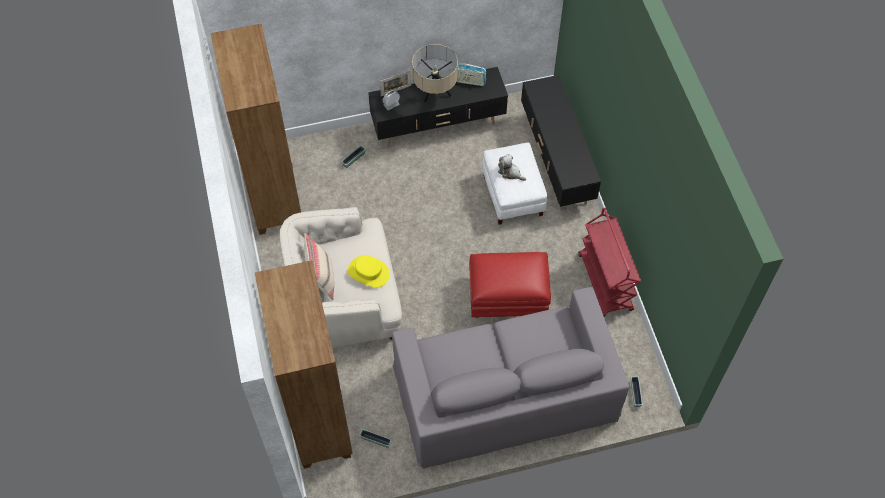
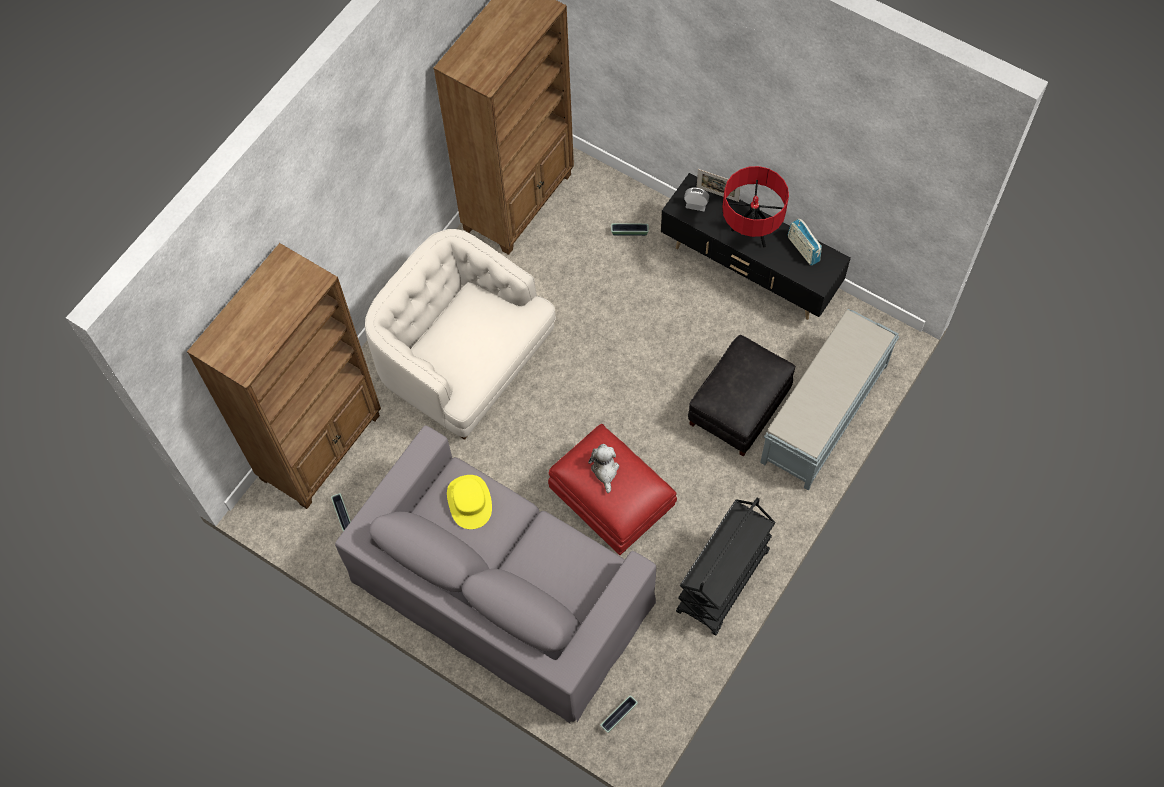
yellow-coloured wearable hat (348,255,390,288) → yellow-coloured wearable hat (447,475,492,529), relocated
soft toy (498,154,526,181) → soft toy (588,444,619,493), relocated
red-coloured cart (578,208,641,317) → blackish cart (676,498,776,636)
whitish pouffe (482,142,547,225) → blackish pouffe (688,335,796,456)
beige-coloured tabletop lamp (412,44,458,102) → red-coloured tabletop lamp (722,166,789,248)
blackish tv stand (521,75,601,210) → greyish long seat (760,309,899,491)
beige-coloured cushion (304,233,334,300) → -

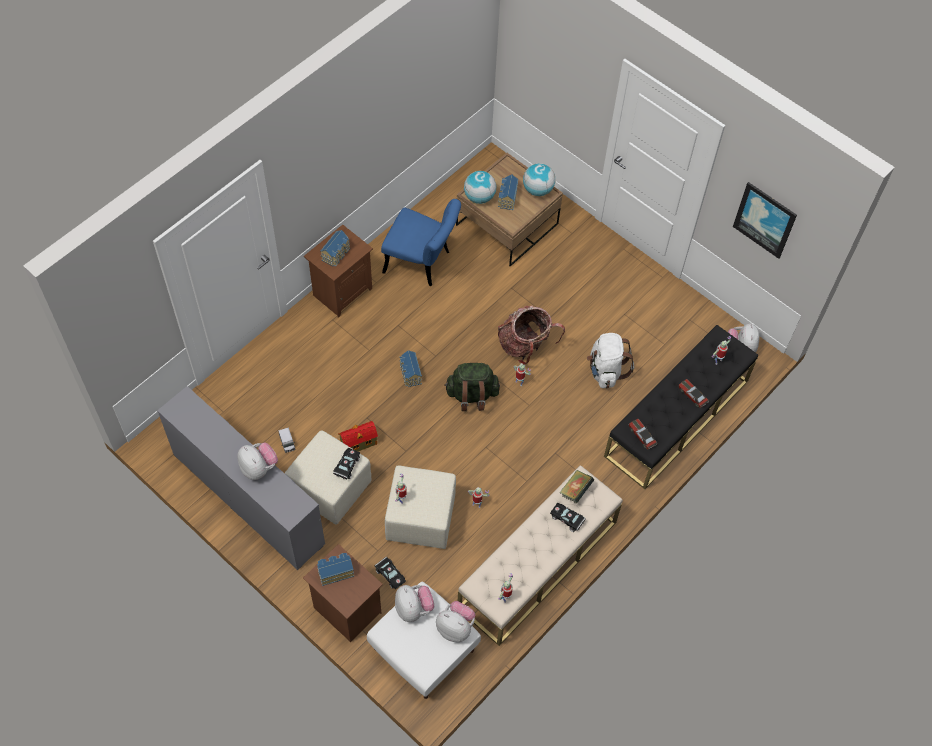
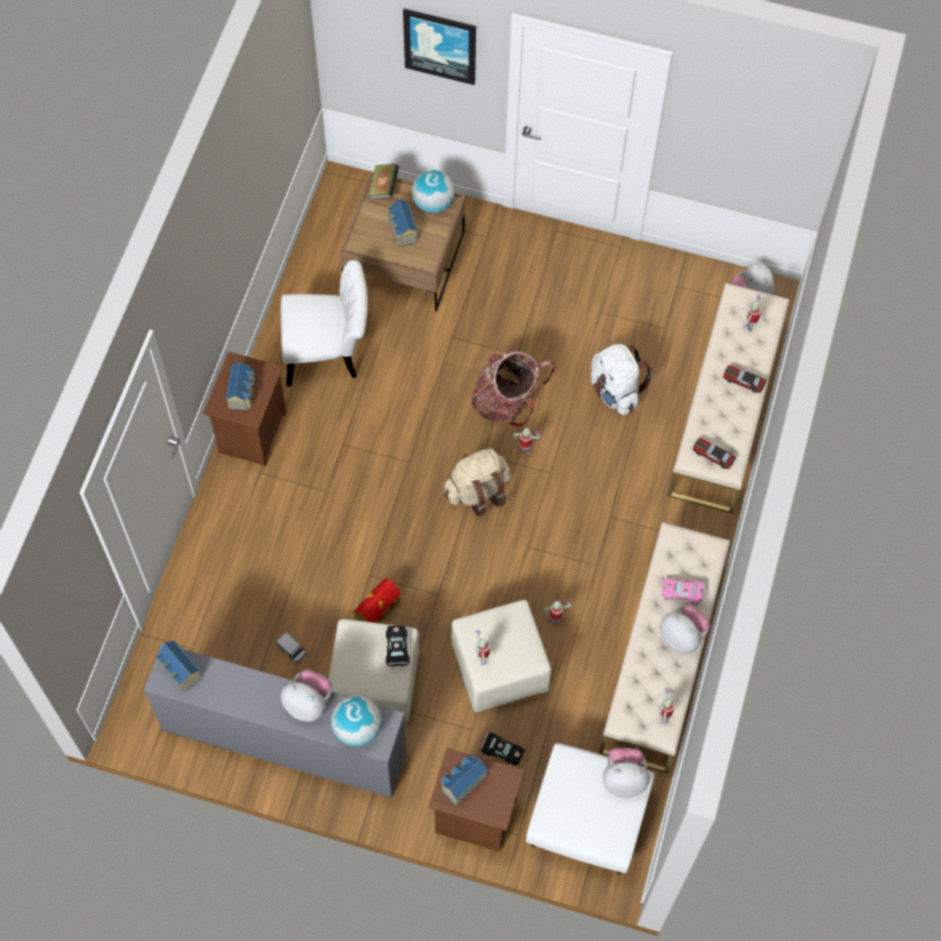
miniature house (399,350,422,387) → miniature house (156,640,203,692), relocated
blue chair (381,199,461,286) → whitish chair (281,260,368,387)
desk globe (464,171,497,204) → desk globe (331,695,382,746), relocated
bound book (560,470,594,503) → bound book (369,164,399,199), relocated
wall art (733,182,797,259) → wall art (403,9,476,85), relocated
green backpack (444,363,500,411) → beige-coloured backpack (444,449,511,517)
soft toy (395,585,434,622) → soft toy (660,605,710,654), relocated
blackish miniature car (550,503,586,532) → pinkish miniature car (661,578,705,605)
blackish long seat (604,325,758,489) → beige-coloured long seat (667,283,790,514)

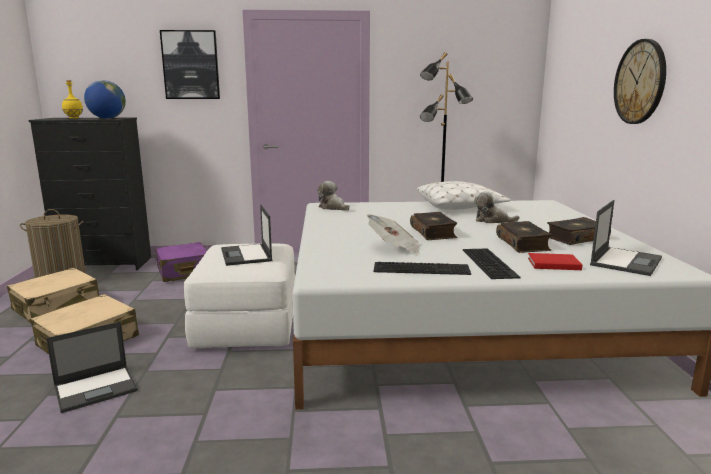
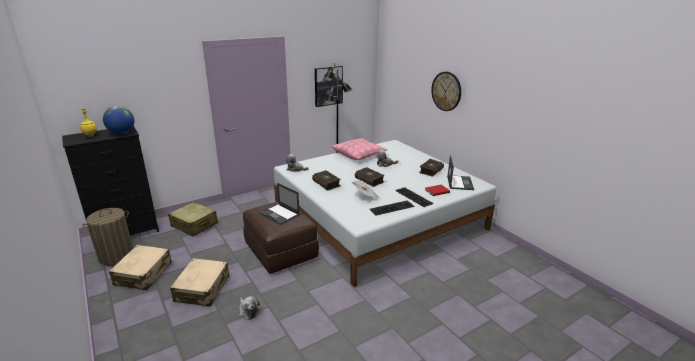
purple-coloured piece of luggage (155,242,207,282) → beige-coloured piece of luggage (168,202,218,236)
laptop (46,322,138,413) → soft toy (239,296,260,320)
whitish pouffe (184,243,295,348) → brown-coloured pouffe (243,202,319,274)
bound book (496,221,552,253) → bound book (312,170,341,191), relocated
wall art (160,30,220,99) → wall art (315,66,343,107), relocated
whitish cushion (417,181,511,210) → pinkish cushion (331,138,387,160)

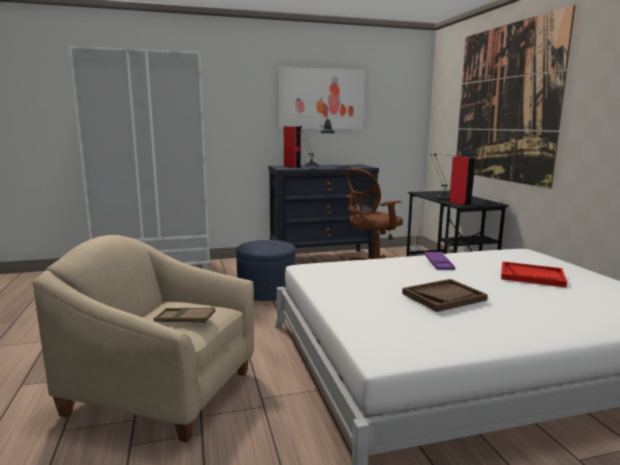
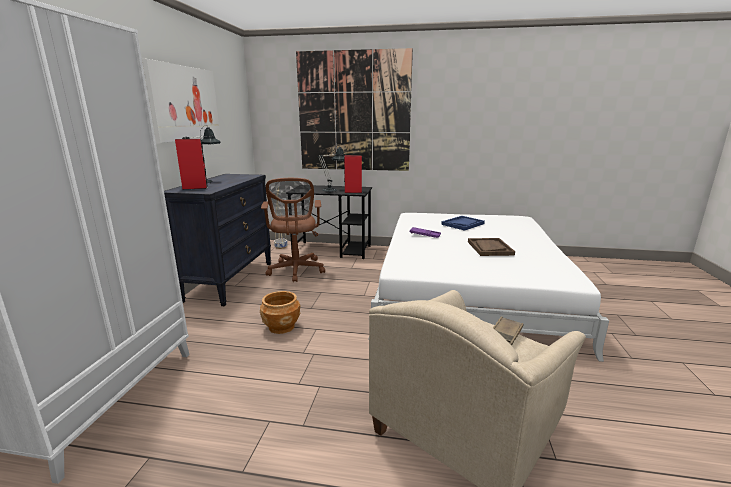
blue pouffe (236,240,296,301) → brown-coloured flower pot (260,291,301,334)
red-coloured tray (501,261,567,287) → blue tray (441,216,485,231)

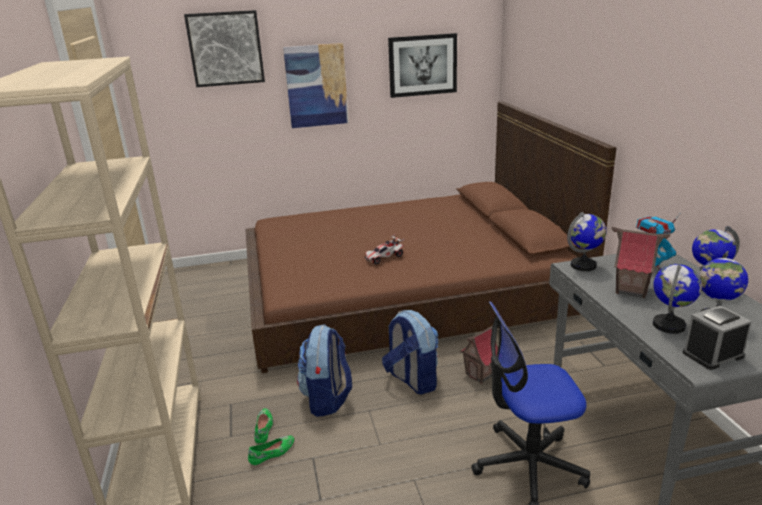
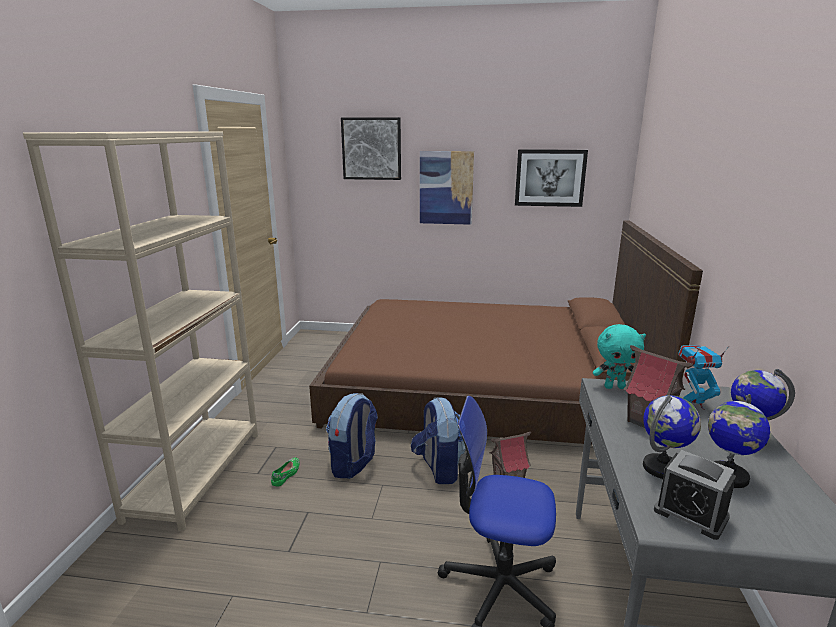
desk globe (567,212,607,271) → turquoise soft toy (593,324,646,389)
bedside clock (682,305,752,370) → bedside clock (654,450,736,540), 135 degrees counterclockwise
green shoe (248,436,294,465) → -
miniature car (364,234,405,265) → -

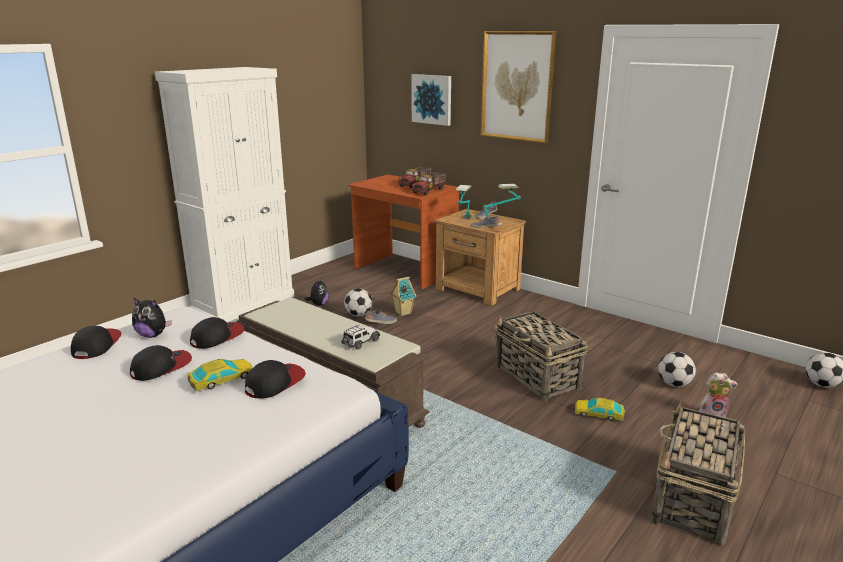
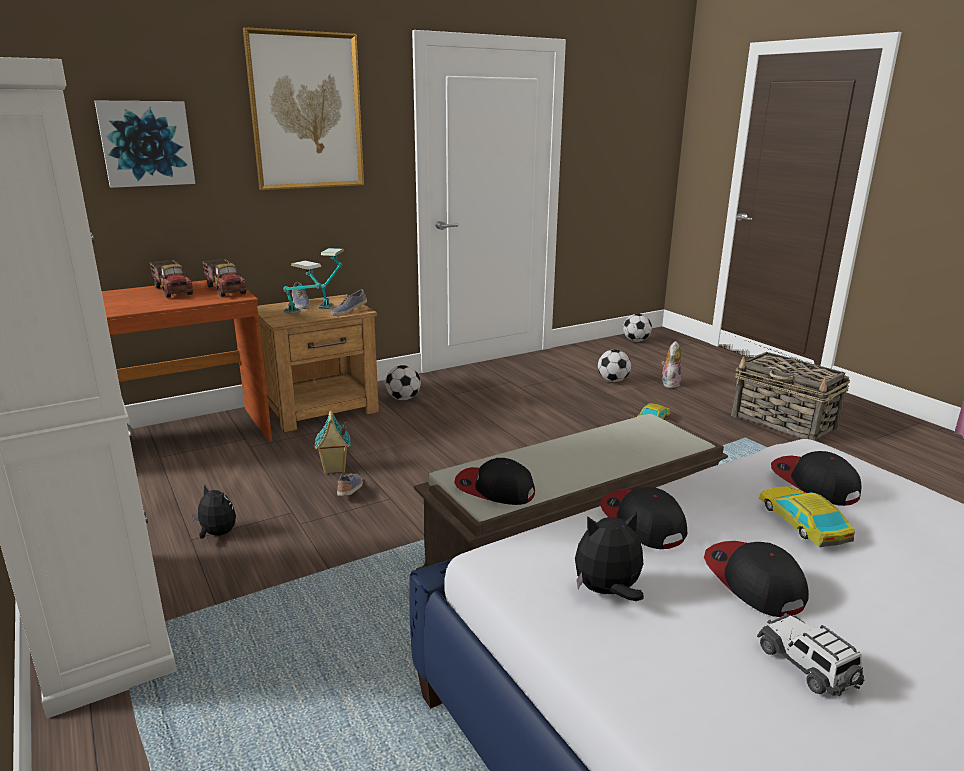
ball for football (344,288,372,316) → ball for football (385,365,421,400), relocated
peaked cap (71,326,121,359) → peaked cap (454,458,535,505), relocated
soft toy (132,297,172,338) → soft toy (575,512,644,601), 135 degrees counterclockwise
miniature car (342,325,380,350) → miniature car (757,613,864,696), relocated
household basket (495,311,588,402) → -

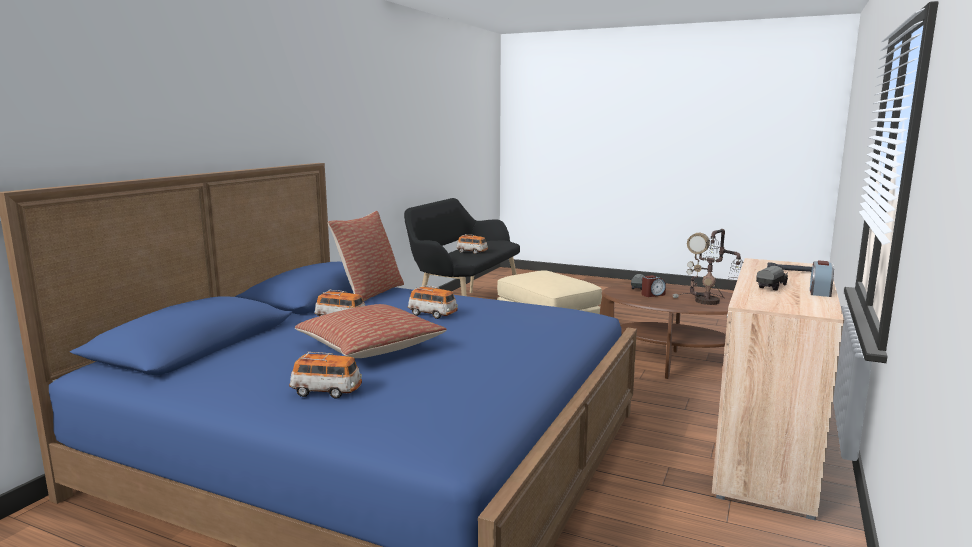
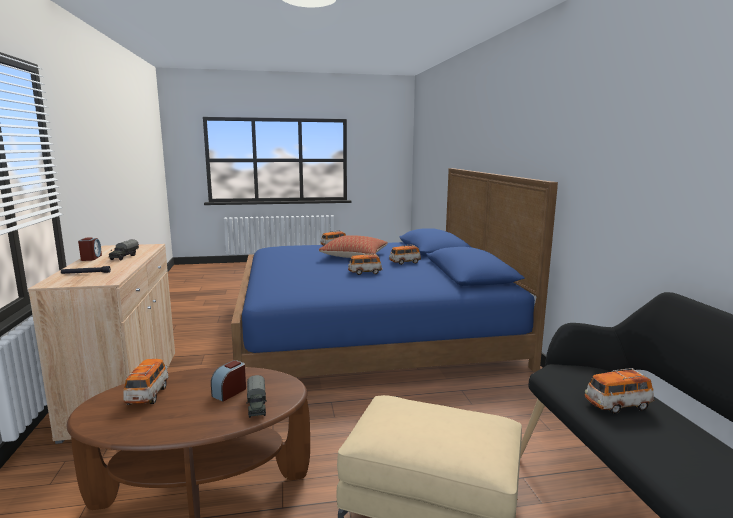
tabletop lamp (673,229,742,305) → miniature car (123,359,169,405)
cushion (328,211,404,302) → -

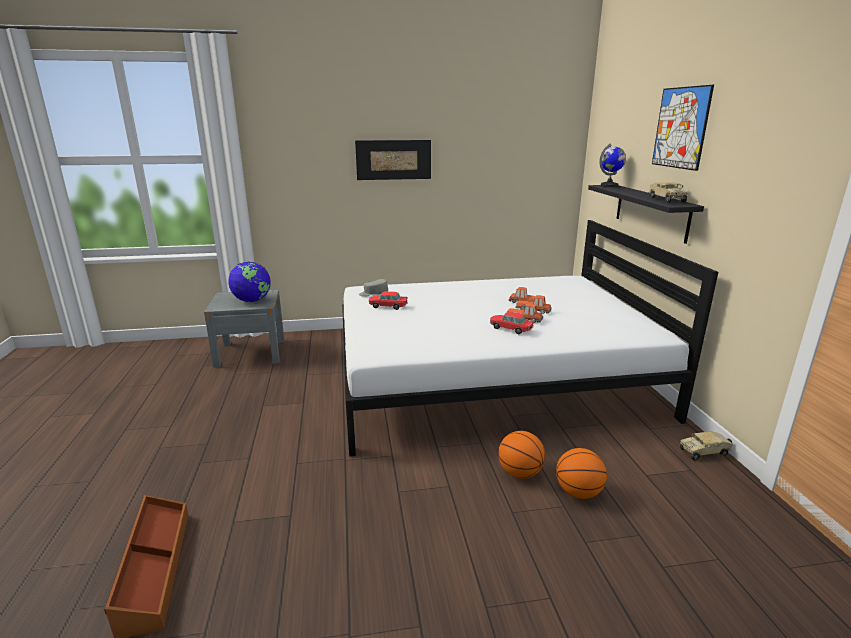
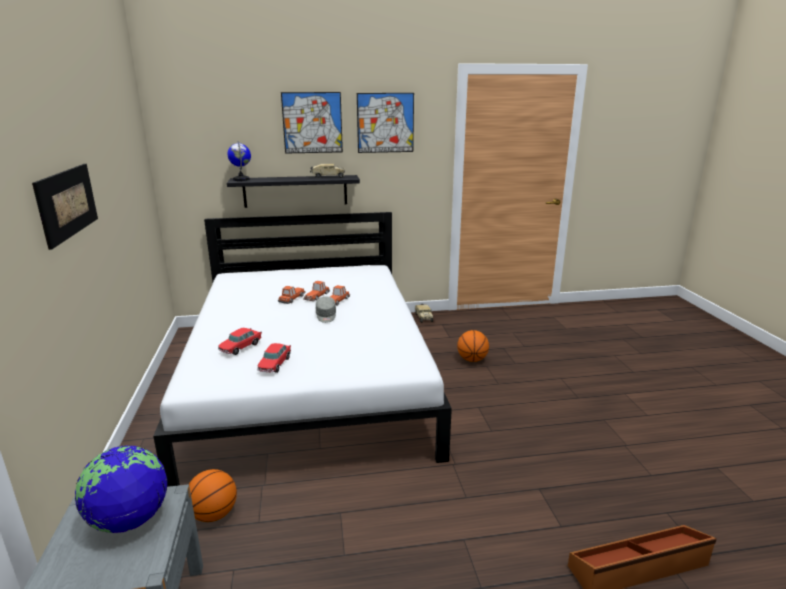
basketball (498,431,545,478) → basketball (189,469,237,522), relocated
miniature car (490,312,534,334) → miniature car (218,328,262,355), relocated
greyish peaked cap (359,279,388,297) → greyish peaked cap (316,297,336,323), relocated
- → wall art (357,93,414,153)

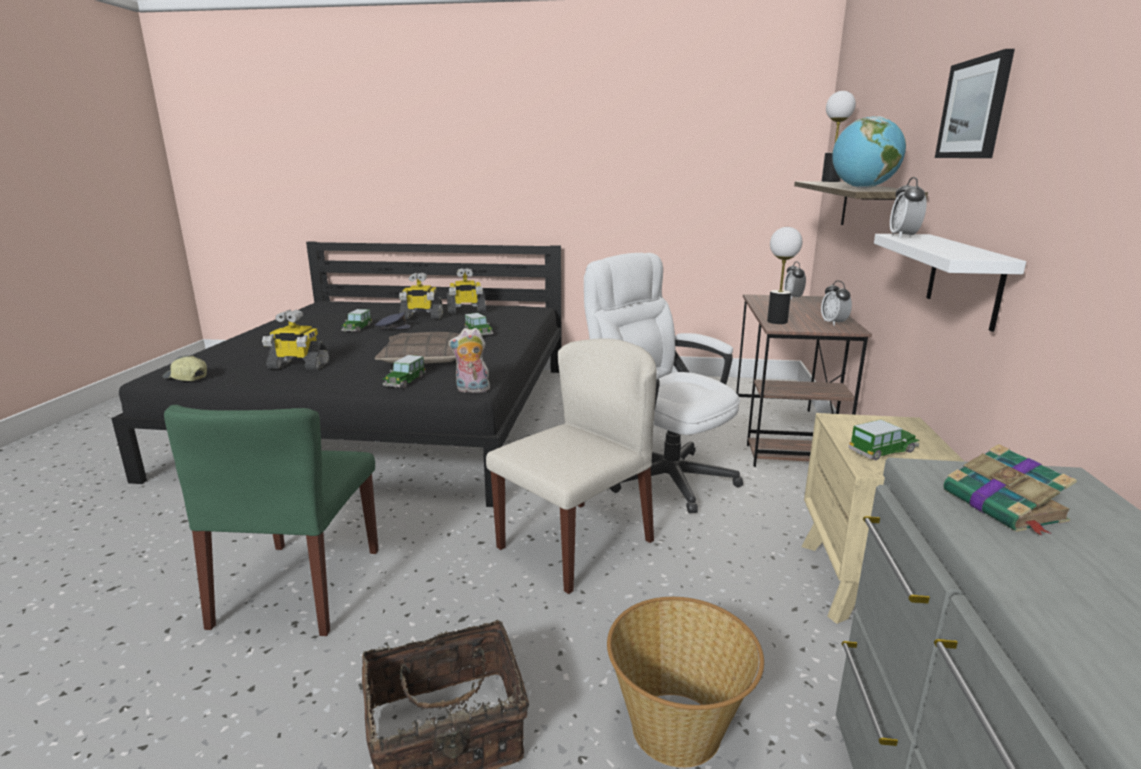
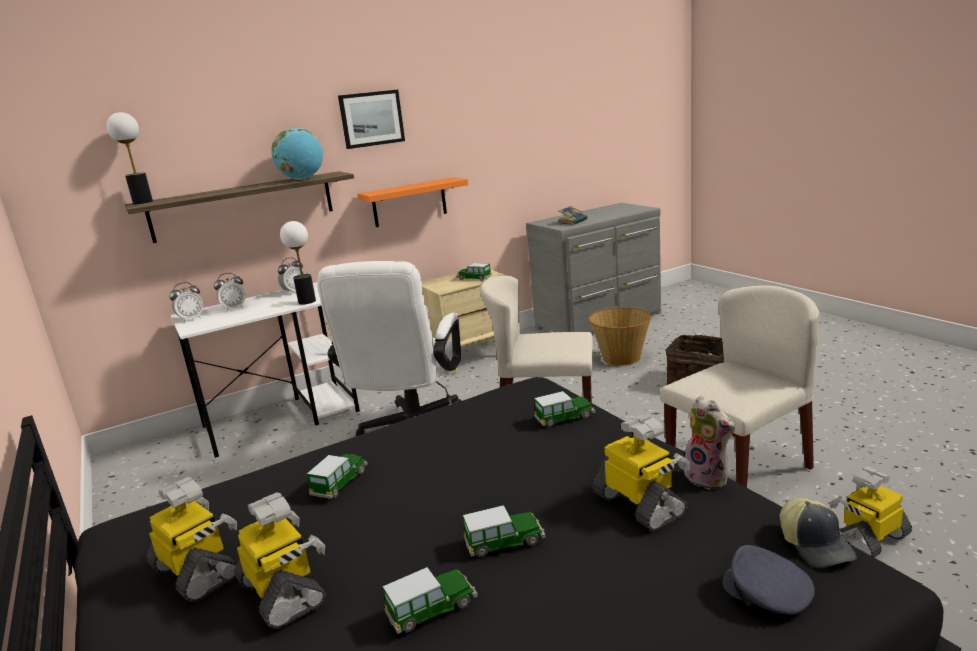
brown-coloured desk unit (736,294,872,467) → whitish desk unit (170,282,360,458)
bedside clock (890,177,927,238) → bedside clock (214,273,246,311), relocated
whitish shelf (874,234,1026,332) → orangey shelf (358,177,468,227)
- → miniature car (463,505,546,557)
green chair (164,405,378,636) → beige-coloured chair (660,285,820,488)
soft toy (448,328,492,393) → soft toy (682,396,735,490), relocated
greyish peaked cap (375,312,411,329) → greyish peaked cap (722,545,815,615), relocated
- → model robot (829,467,912,558)
cushion (375,332,459,364) → -

